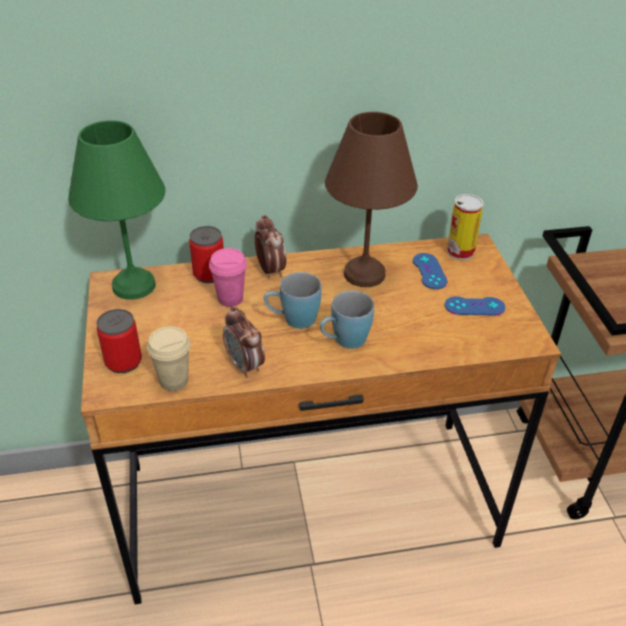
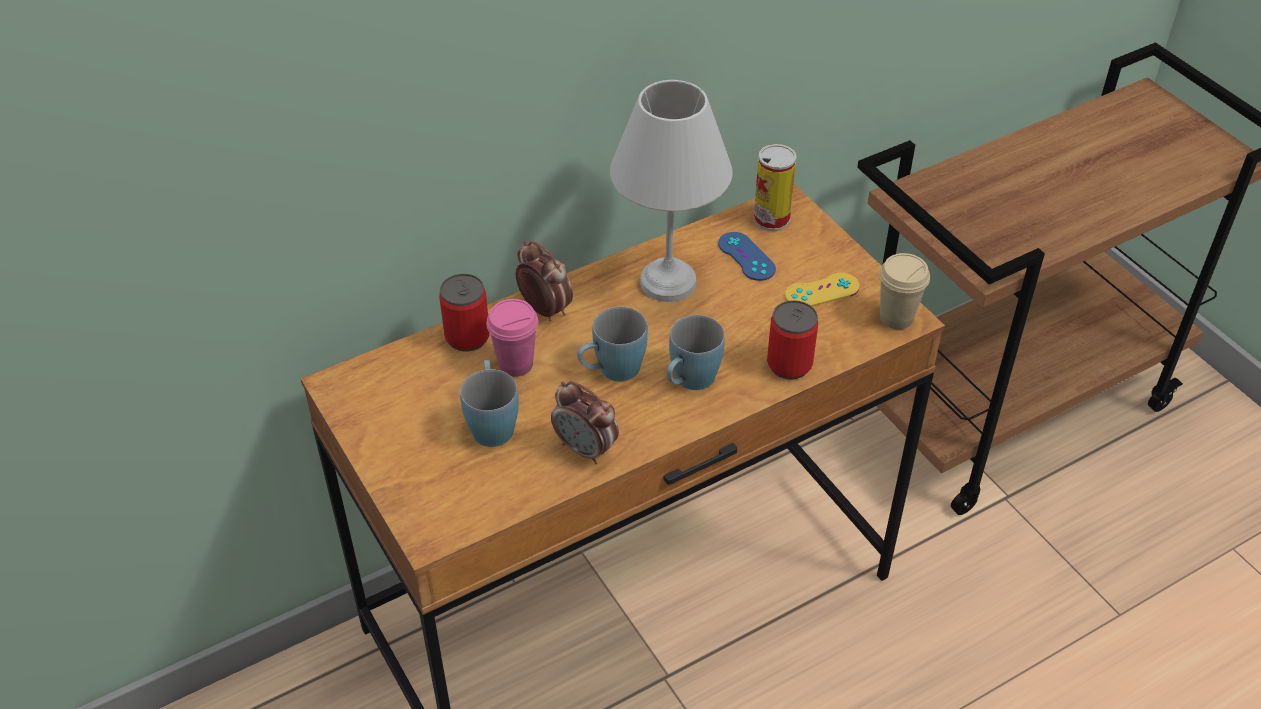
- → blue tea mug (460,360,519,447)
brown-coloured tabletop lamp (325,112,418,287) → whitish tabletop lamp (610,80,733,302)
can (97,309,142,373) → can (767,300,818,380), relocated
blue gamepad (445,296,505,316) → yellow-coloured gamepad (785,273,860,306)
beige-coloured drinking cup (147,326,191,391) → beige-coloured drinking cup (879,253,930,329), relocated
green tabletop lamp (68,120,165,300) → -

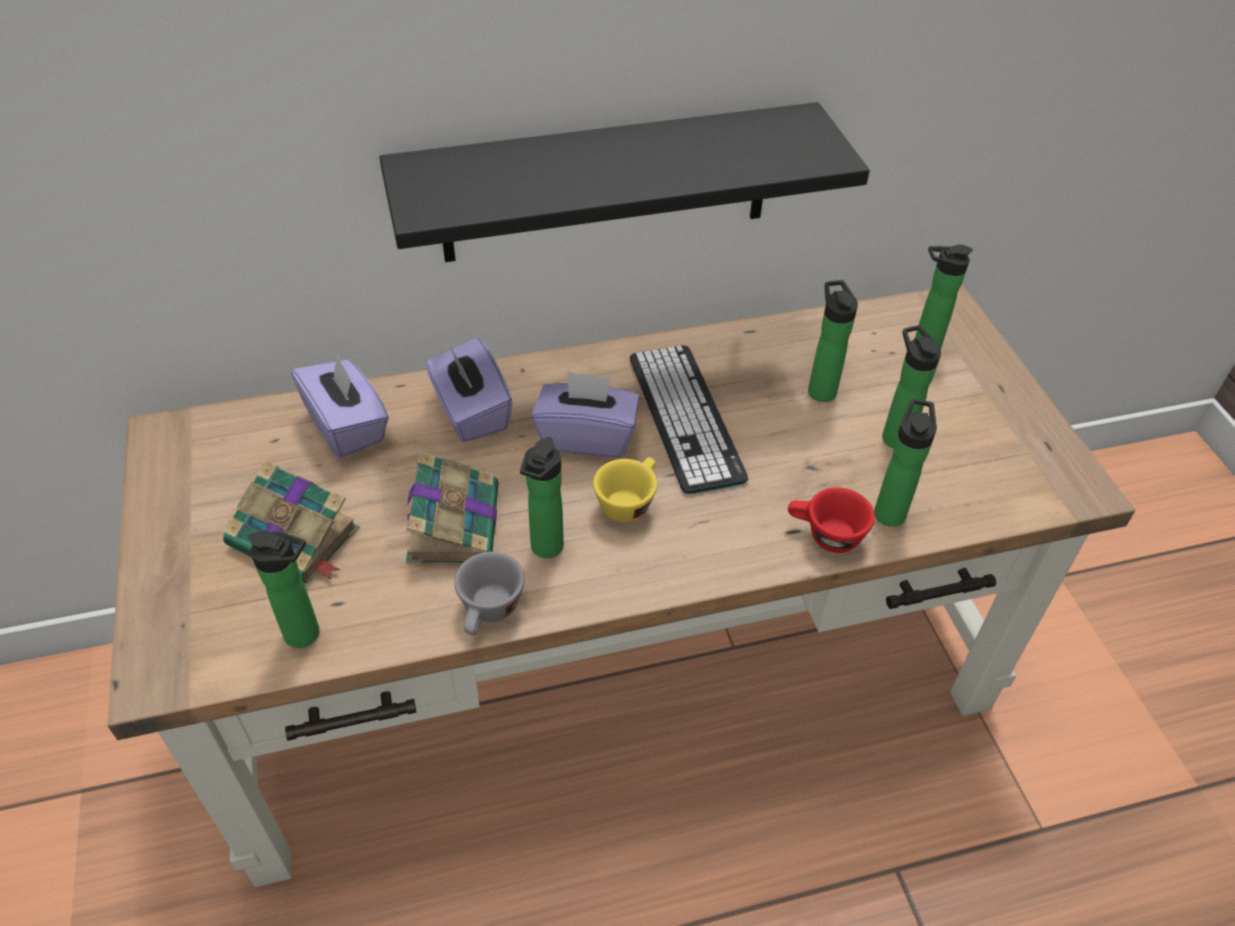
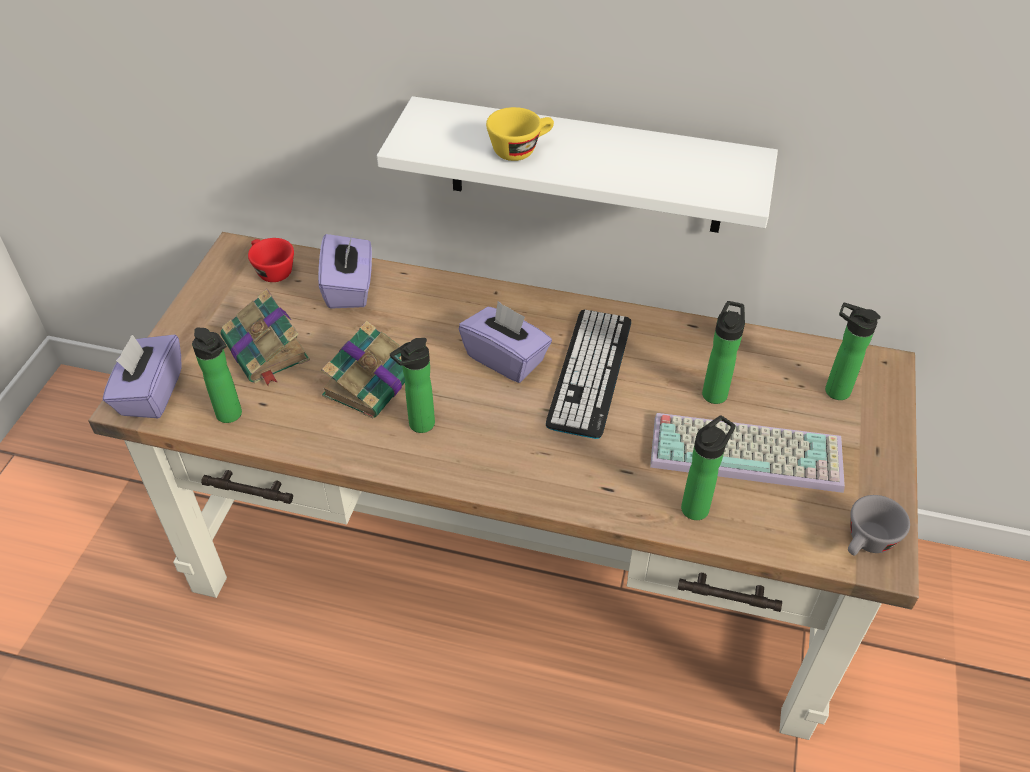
purple-coloured box of tissues (426,338,513,442) → purple-coloured box of tissues (102,334,182,419), relocated
red-coloured drinking cup (788,487,875,553) → red-coloured drinking cup (248,238,294,282), relocated
blackish shelf (379,102,870,262) → whitish shelf (377,96,778,233)
yellow-coloured drinking cup (593,457,657,523) → yellow-coloured drinking cup (486,107,554,161), relocated
bottle (882,325,941,448) → PC keyboard (650,413,845,493)
greyish drinking cup (454,552,525,635) → greyish drinking cup (848,495,910,556), relocated

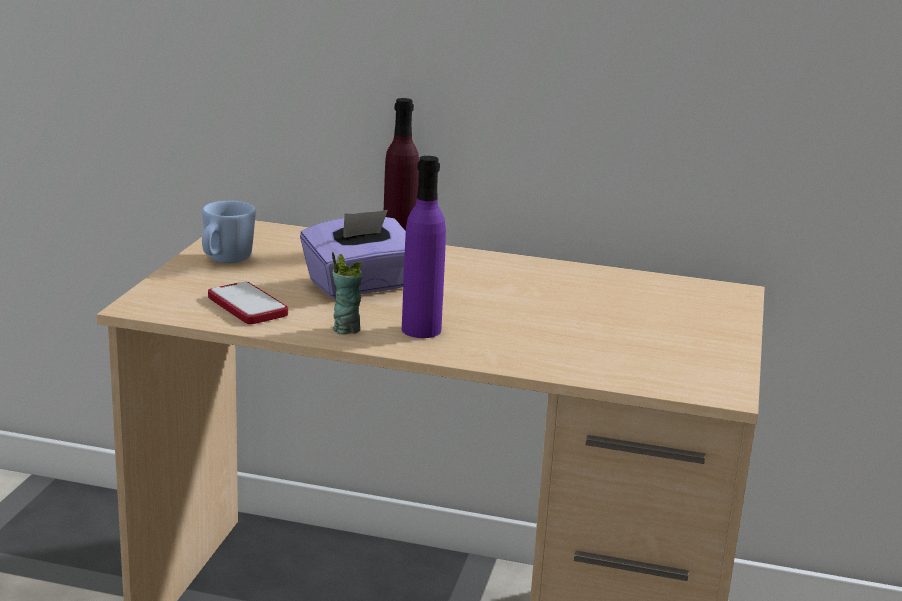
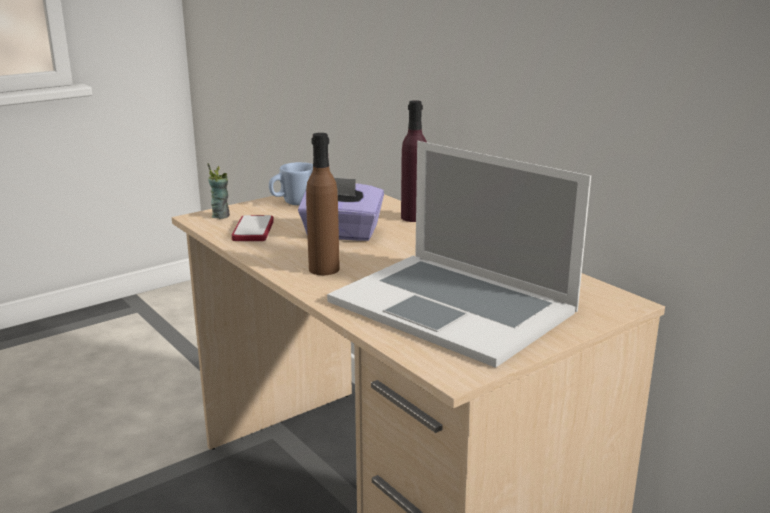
drinking cup (332,252,363,335) → drinking cup (207,163,230,219), relocated
purple-coloured bottle (402,156,446,338) → brown-coloured bottle (306,133,340,275)
- → laptop (327,141,591,368)

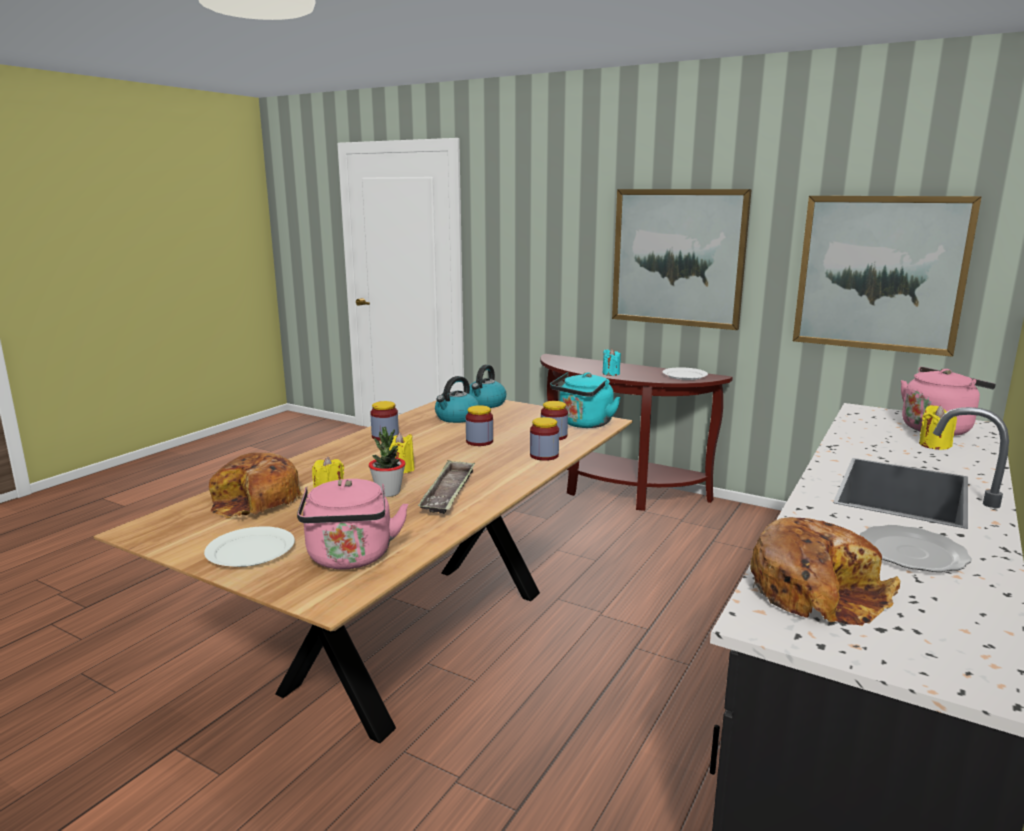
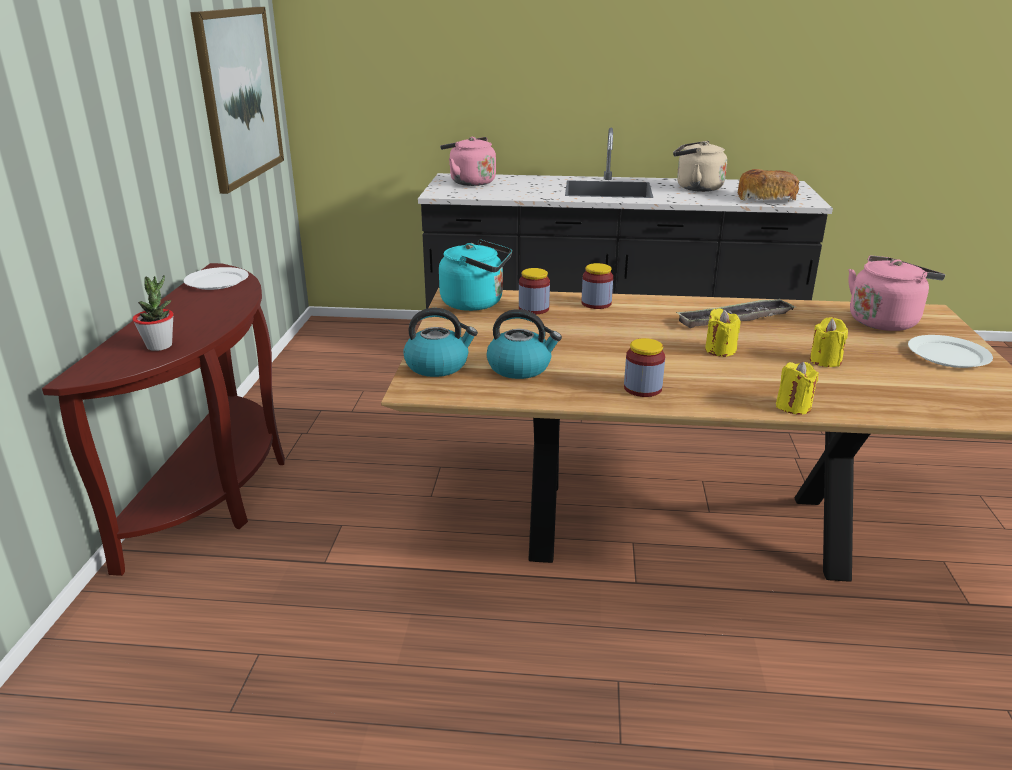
plant in a pot (369,427,406,497) → plant in a pot (132,275,174,351), relocated
dinner plate (859,525,972,572) → beige-coloured tea kettle (673,141,727,192)
yellow-coloured candle (919,405,957,450) → yellow-coloured candle (776,362,819,415), relocated
bread (209,453,303,518) → -
storage jar (466,405,493,446) → -
turquoise candle (603,349,621,376) → -
wall art (612,189,752,330) → -

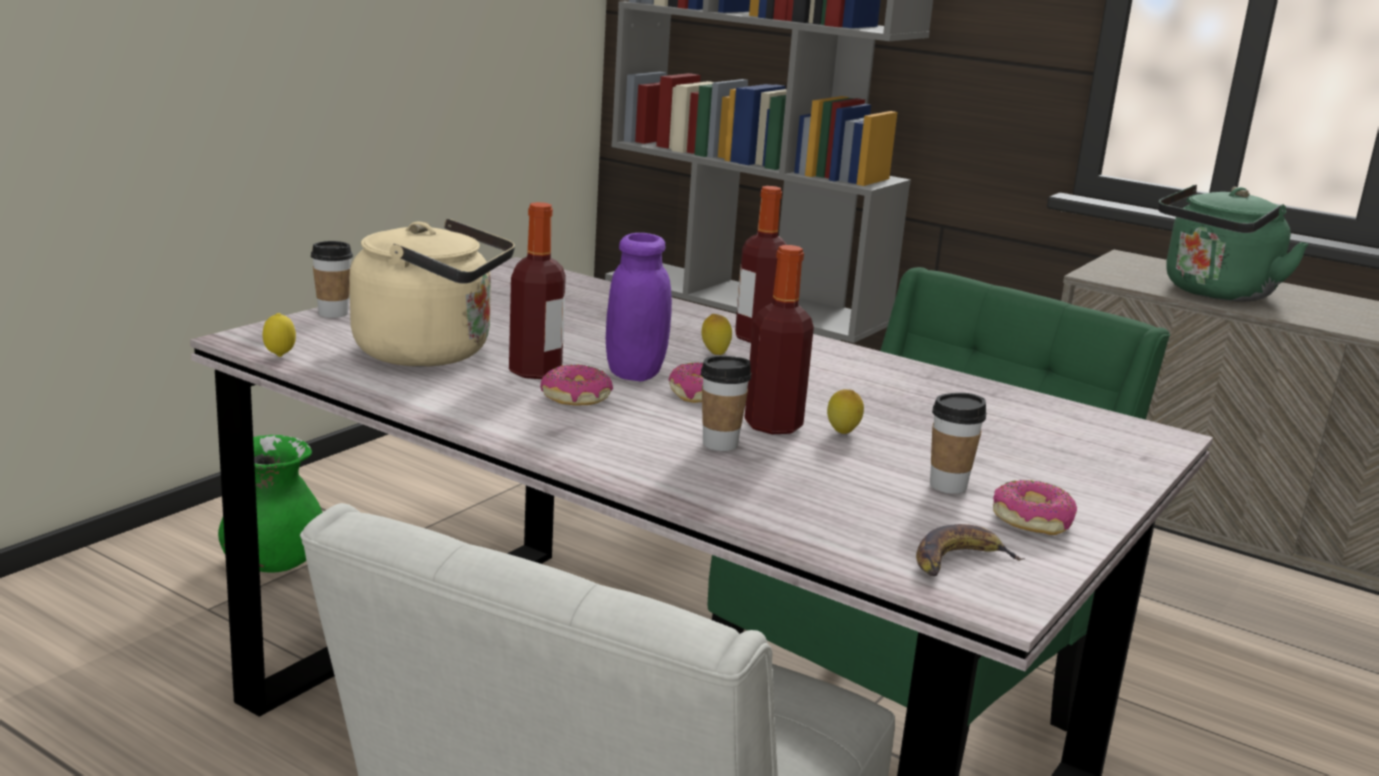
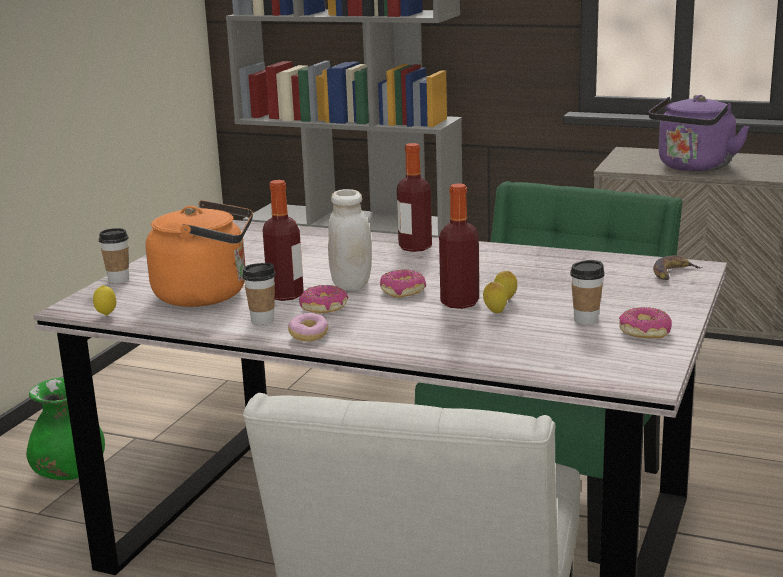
beige-coloured tea kettle (350,218,515,366) → orangey tea kettle (146,200,253,307)
drinking cup (701,356,752,451) → drinking cup (242,263,276,325), relocated
- → doughnut (288,313,329,342)
purple-coloured storage jar (606,233,672,381) → whitish storage jar (328,189,372,290)
citrus fruit (702,314,732,355) → citrus fruit (483,282,507,313), relocated
green tea kettle (1158,185,1309,302) → purple-coloured tea kettle (649,95,750,172)
whole banana (916,524,1025,576) → whole banana (653,256,702,280), relocated

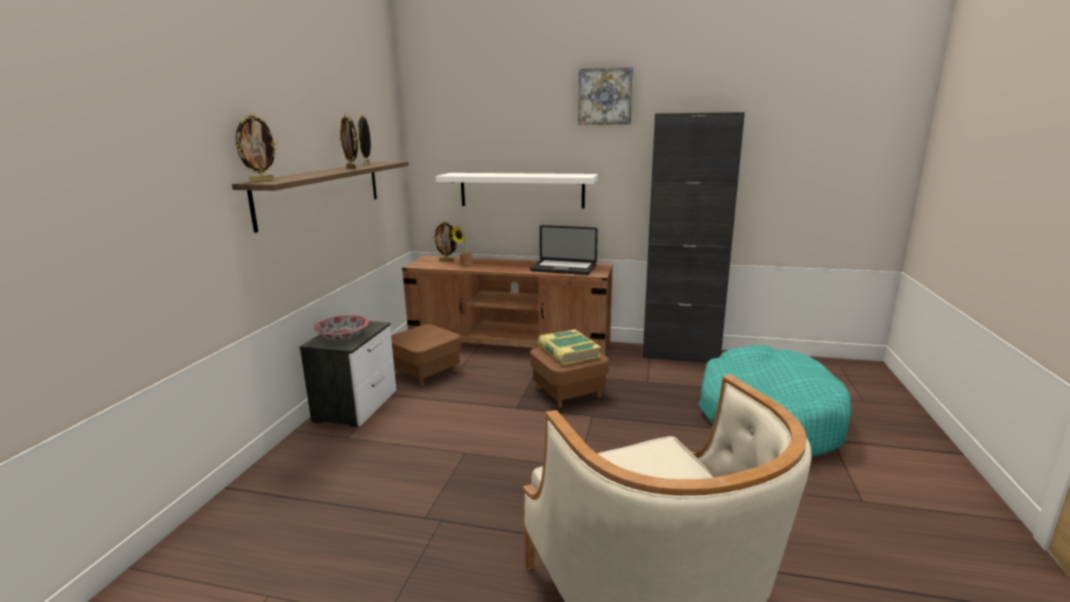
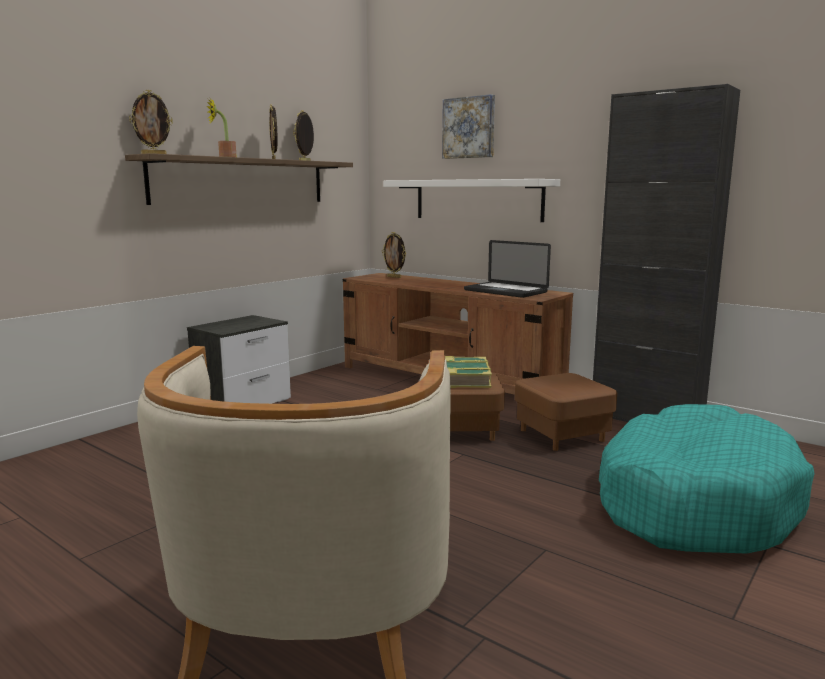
plant in a pot (450,225,473,266) → plant in a pot (207,97,236,157), relocated
wall art (578,67,633,125) → wall art (442,94,495,159), relocated
brown-coloured pouffe (391,324,461,386) → brown-coloured pouffe (515,373,617,451), relocated
bowl (313,315,369,341) → -

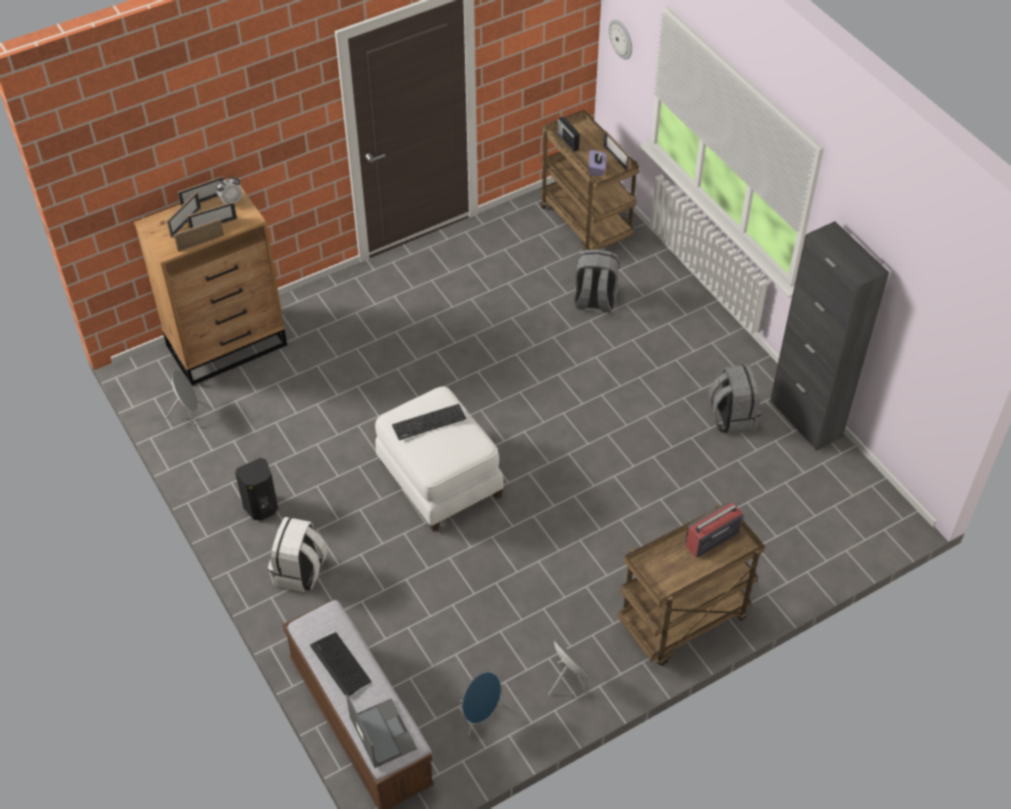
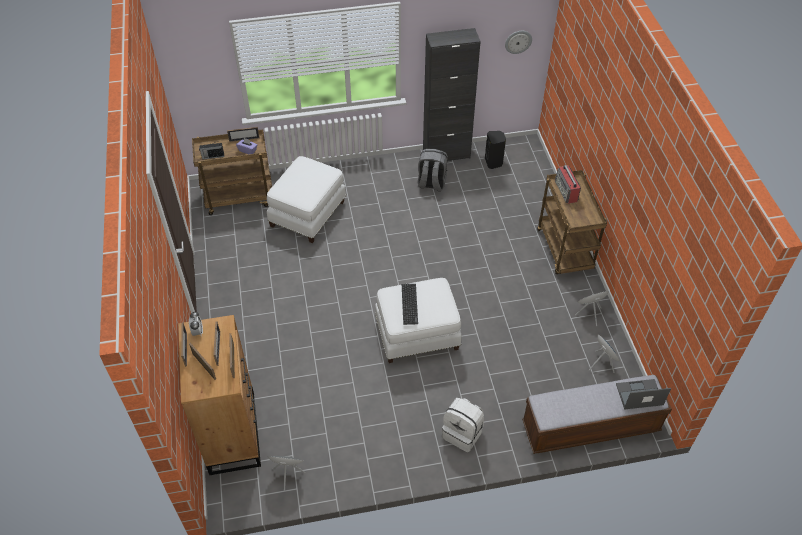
greyish backpack (574,249,619,313) → whitish pouffe (267,156,346,243)
blackish loudspeaker (235,458,278,520) → blackish loudspeaker (485,131,506,169), relocated
hanging clock (609,19,632,60) → hanging clock (505,31,532,54), relocated
PC keyboard (310,632,372,696) → -

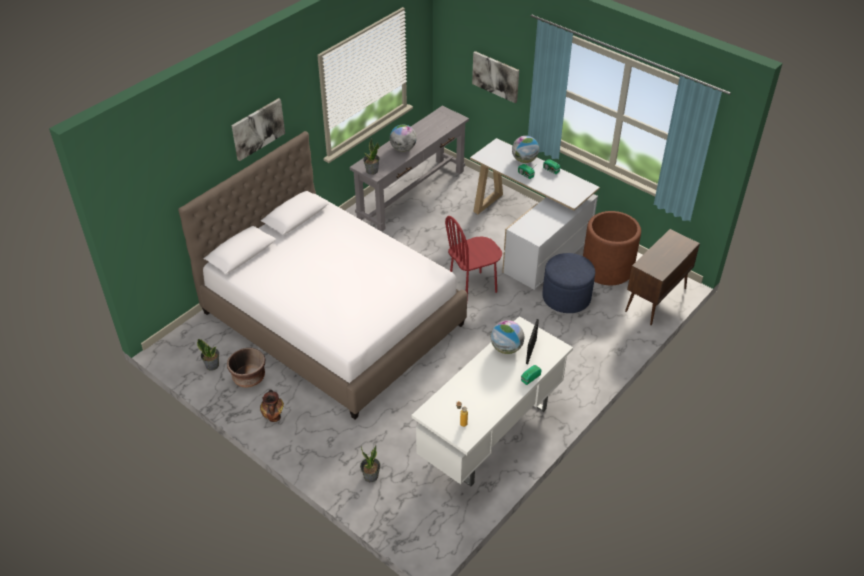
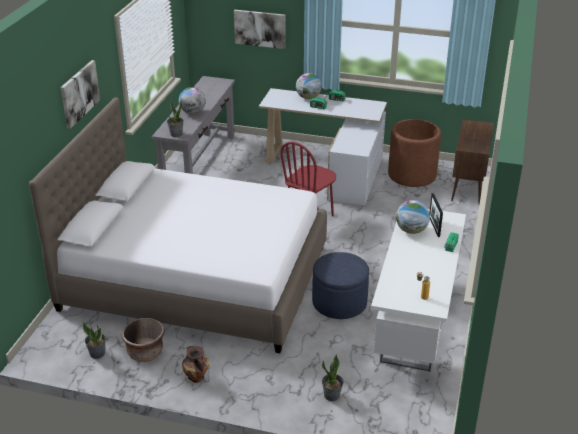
blue pouffe (542,253,595,313) → blue pouffe (312,252,369,319), relocated

